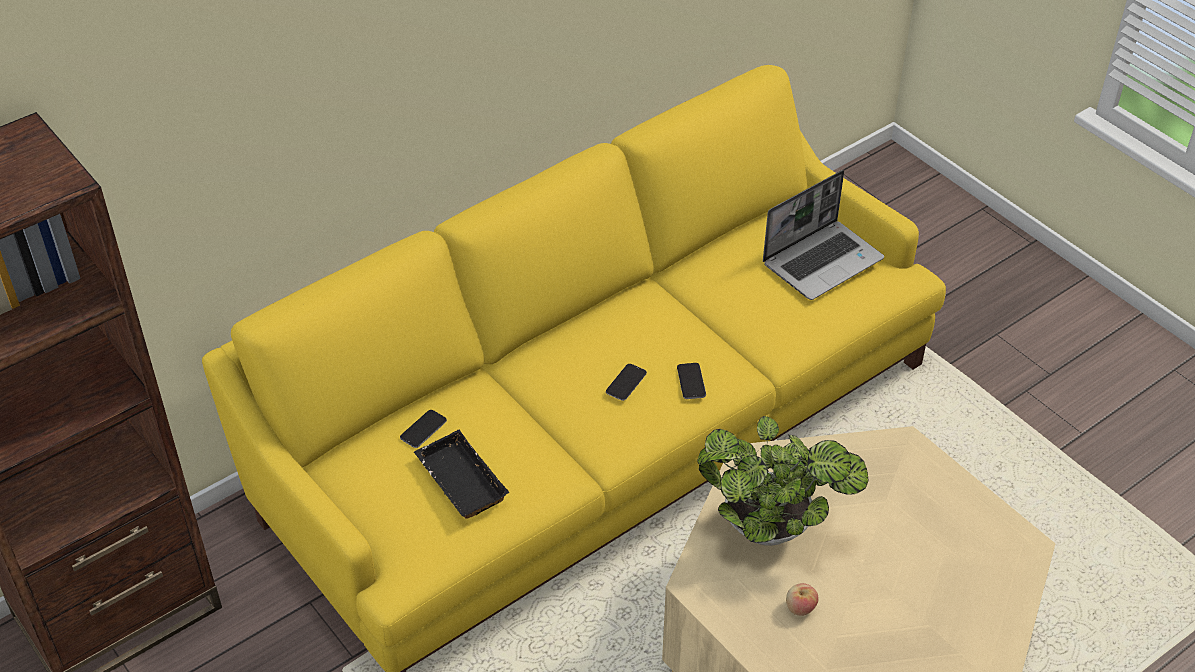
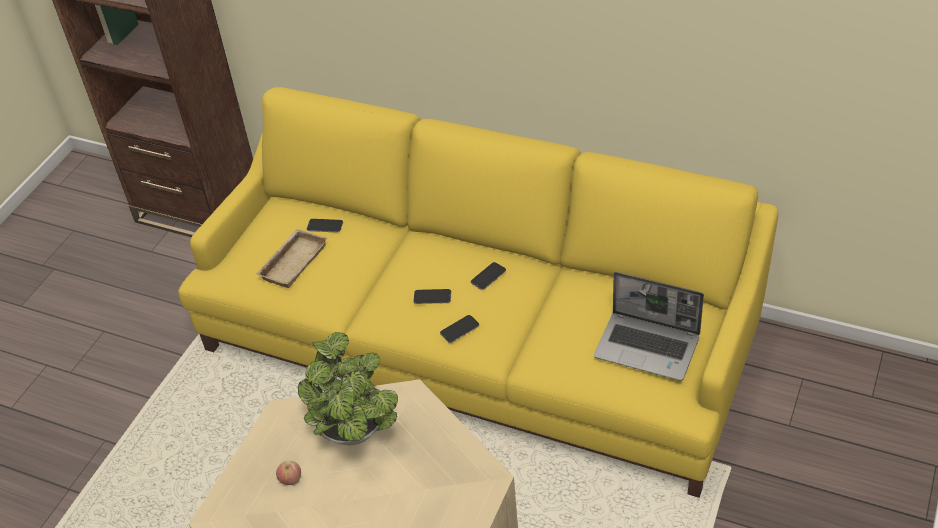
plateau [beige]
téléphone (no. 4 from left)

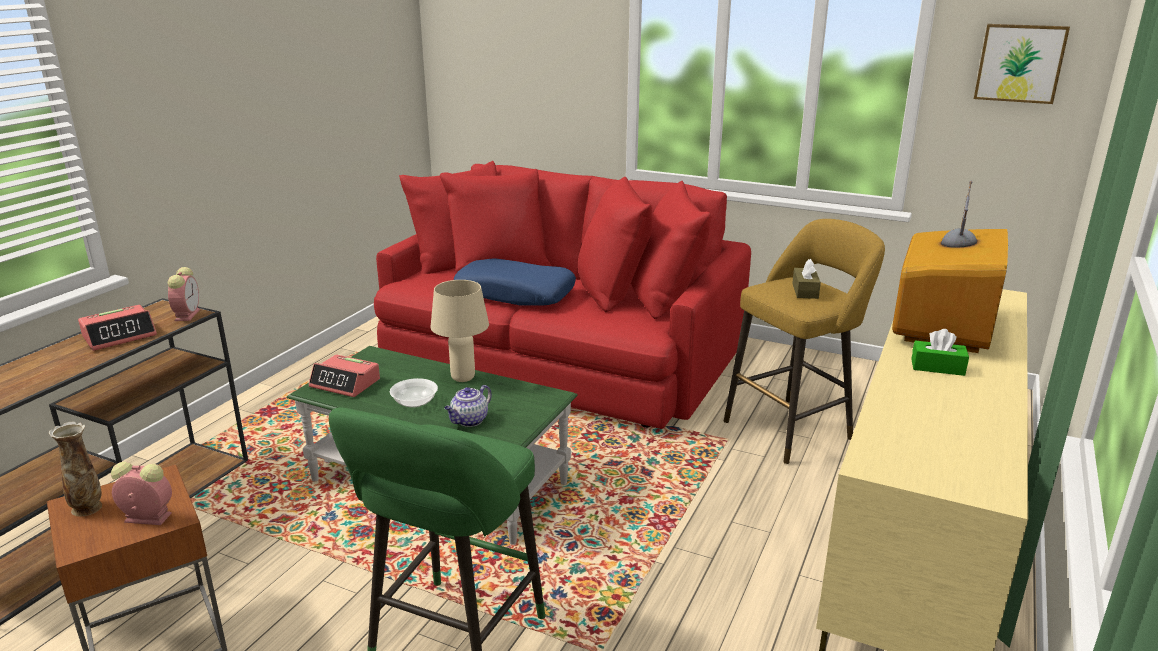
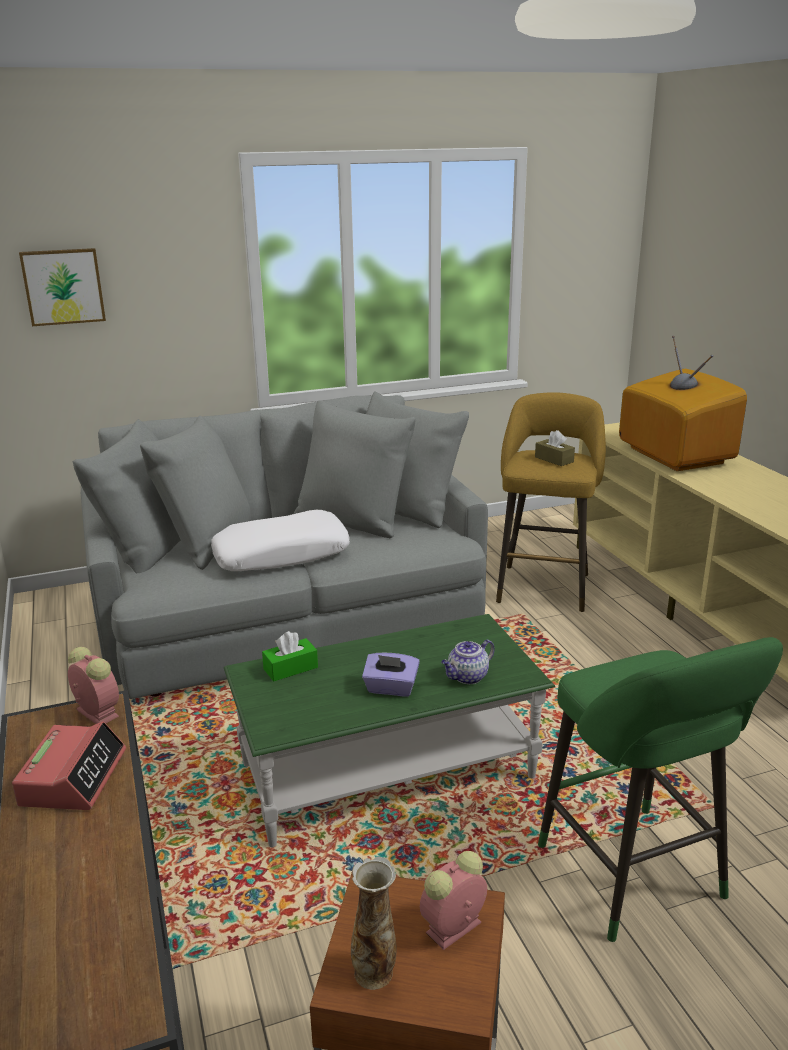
réveil (no. 4 from left in the first image)
canapé [gris]
boîte à mouchoirs [violet]
lampe de table [beige]
théière
coussin [blanc]
boîte à mouchoirs [vert]
tableau

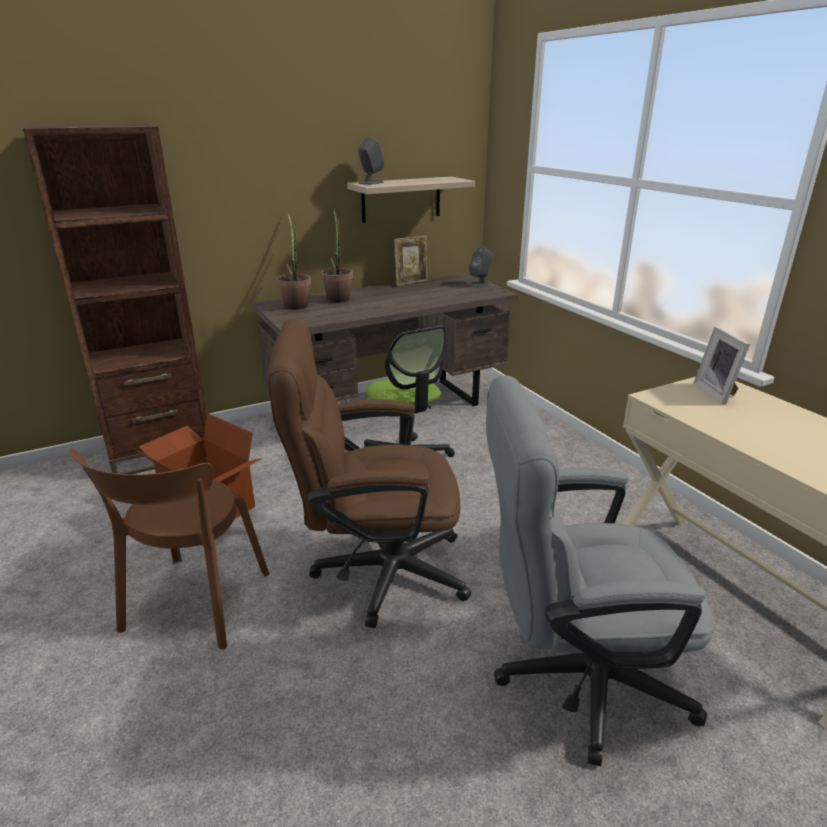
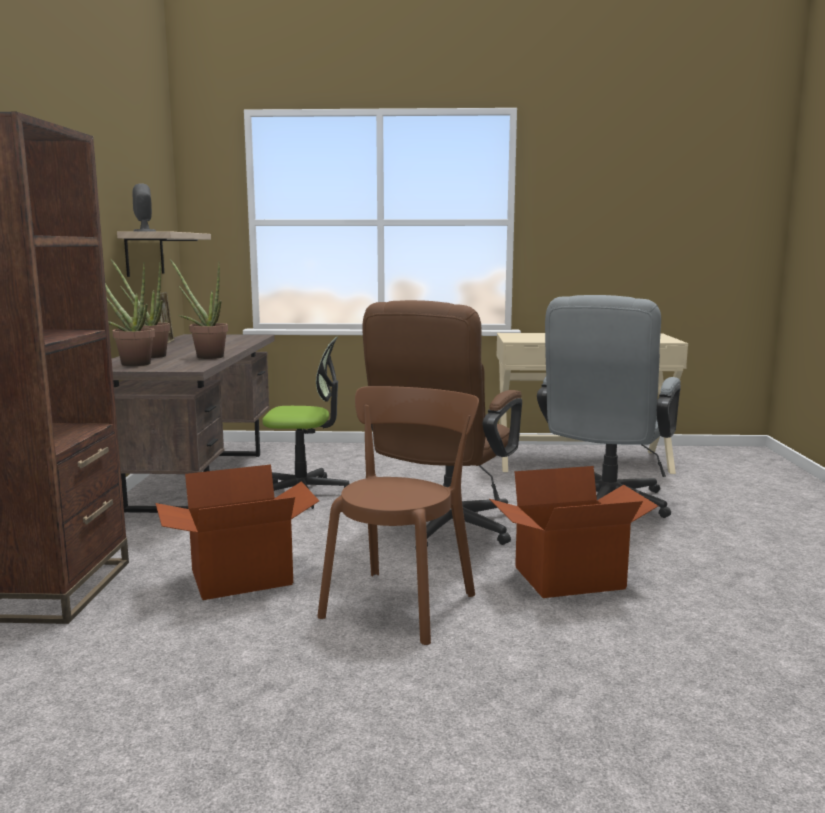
chaise [marron]
enceinte [gris] (no. 2 from left in the first image)
cadre photo (no. 2 from left in the first image)
plante en pot (no. 3 from left)
carton (no. 2 from left)

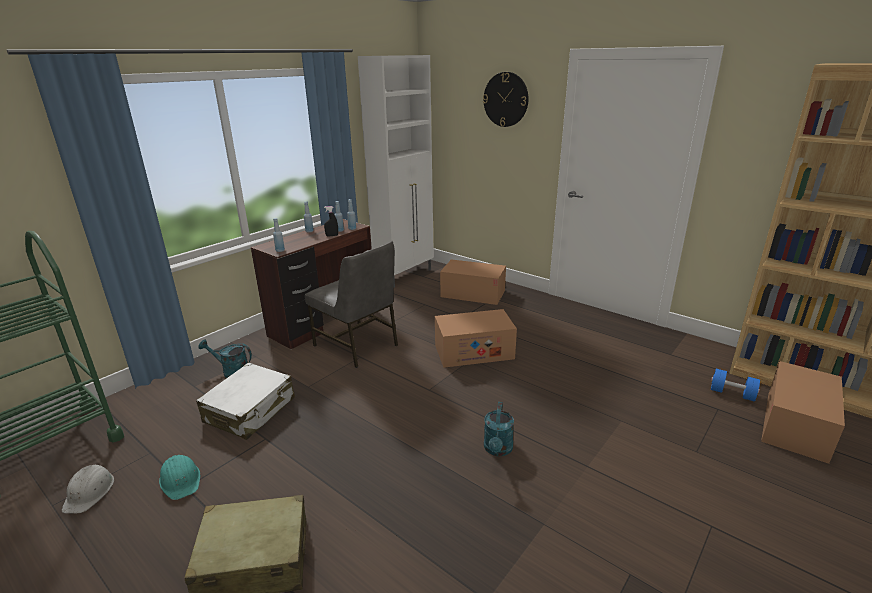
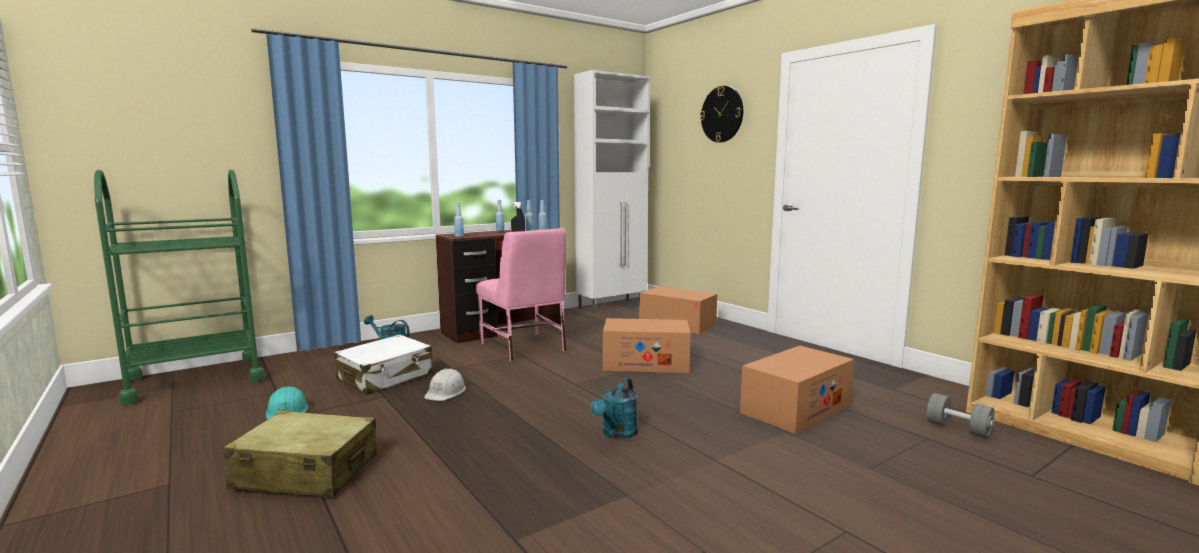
casque de chantier [blanc]
chaise [rose]
haltère [gris]
carton (no. 3 from left)

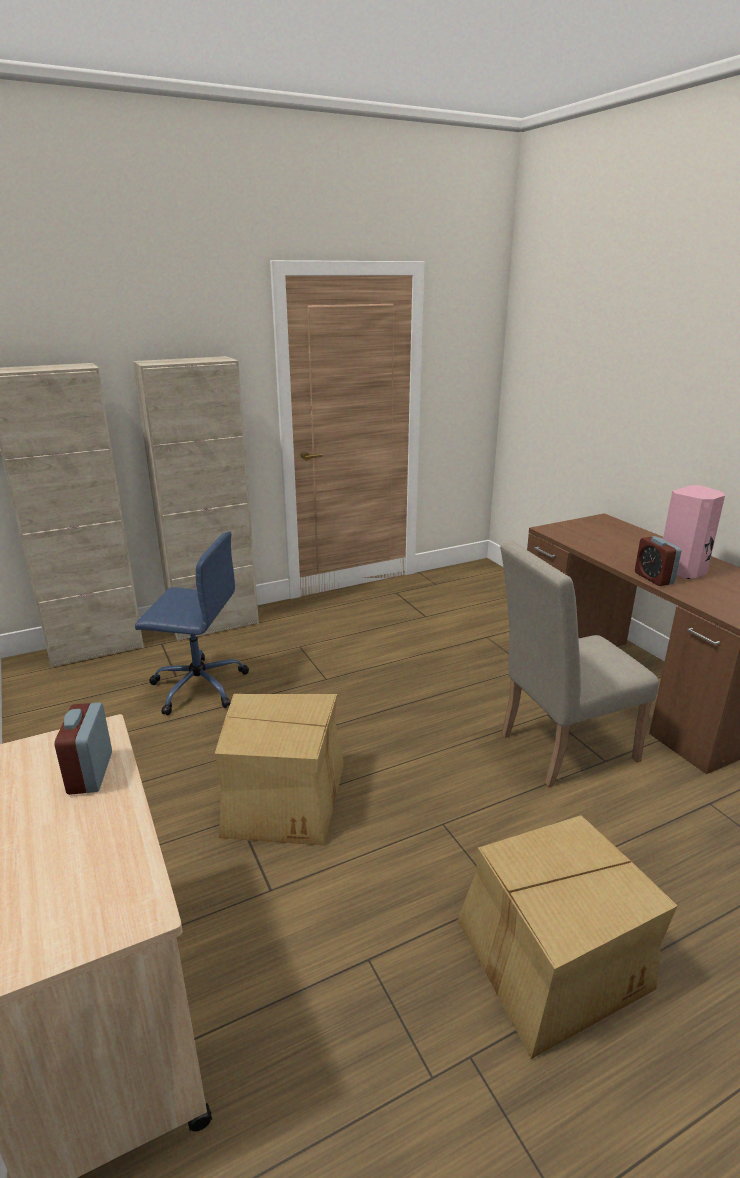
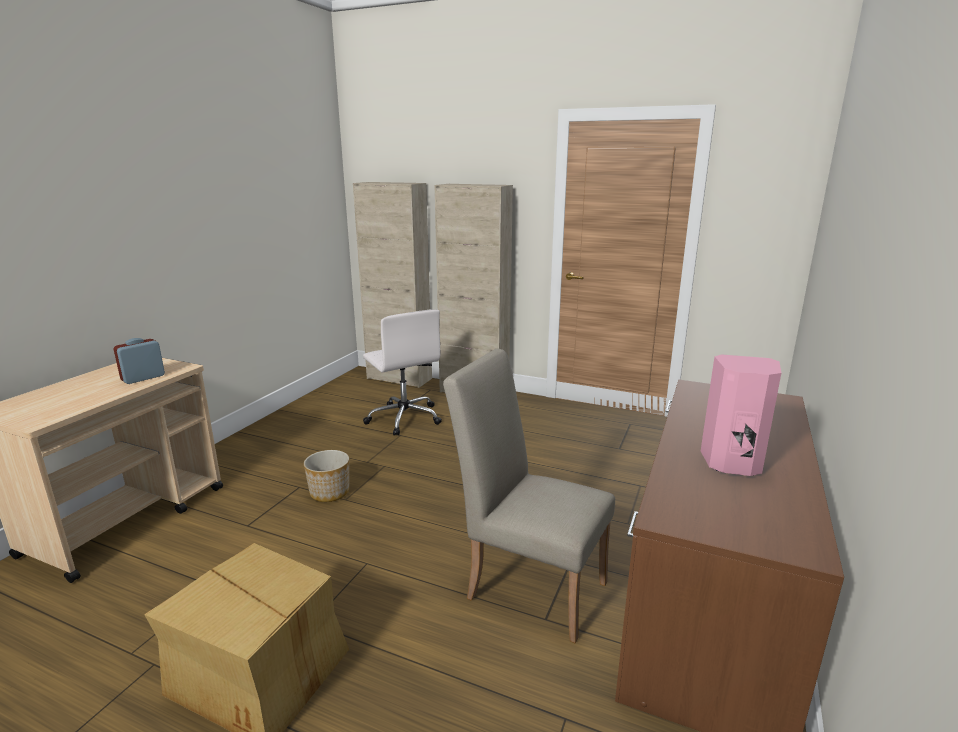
chaise de bureau [blanc]
cache-pot
réveil (no. 2 from left in the first image)

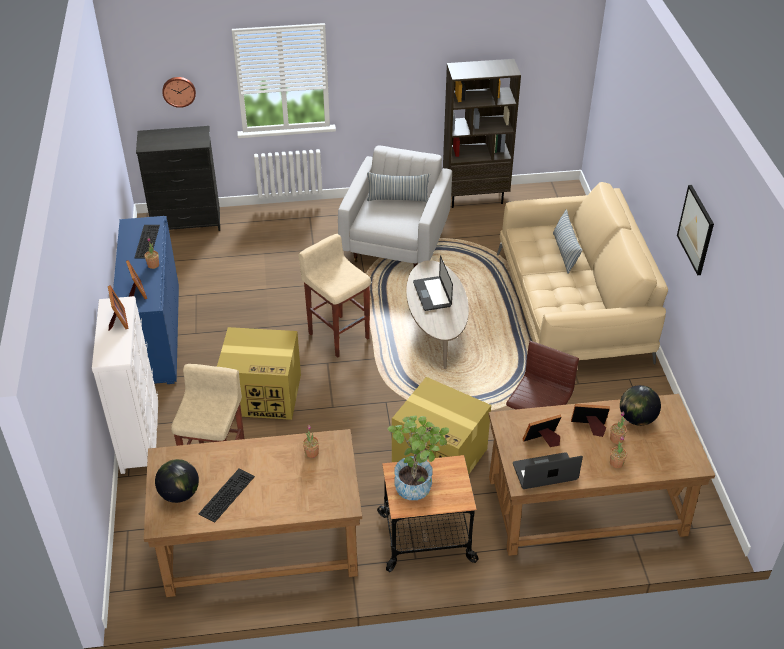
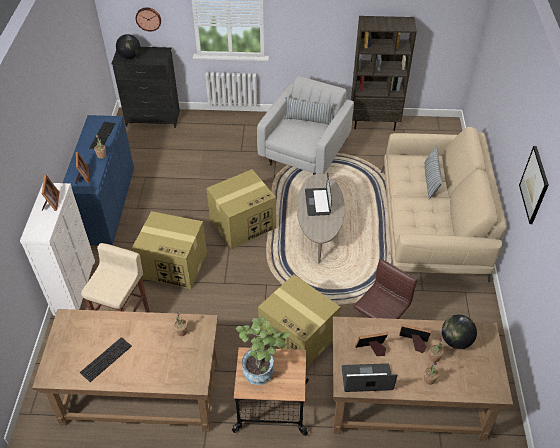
globe (no. 1 from left)
carton (no. 2 from left)

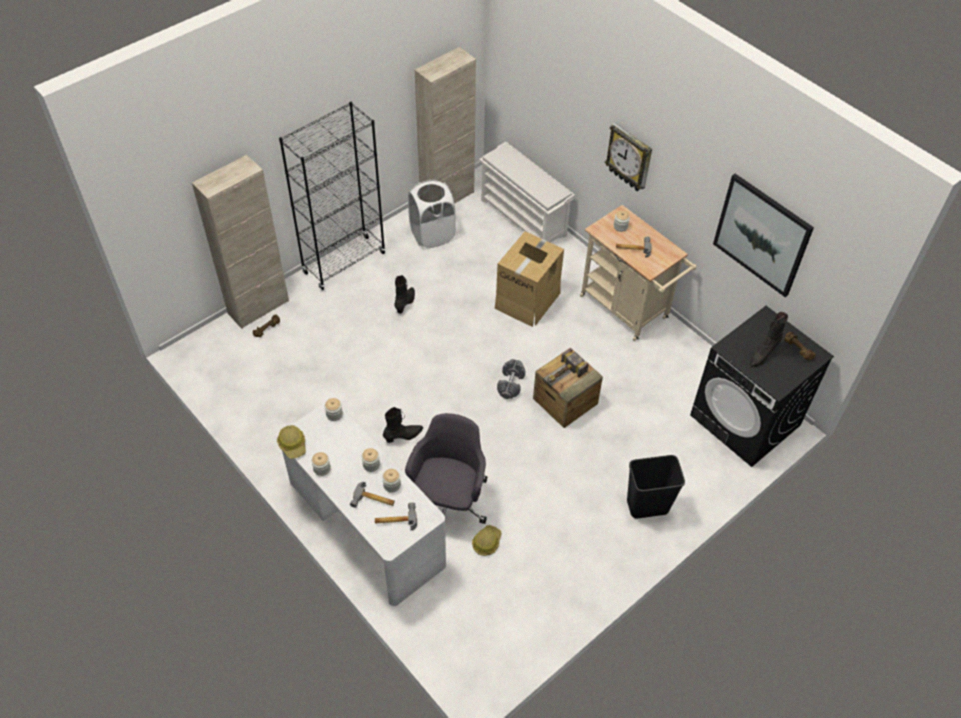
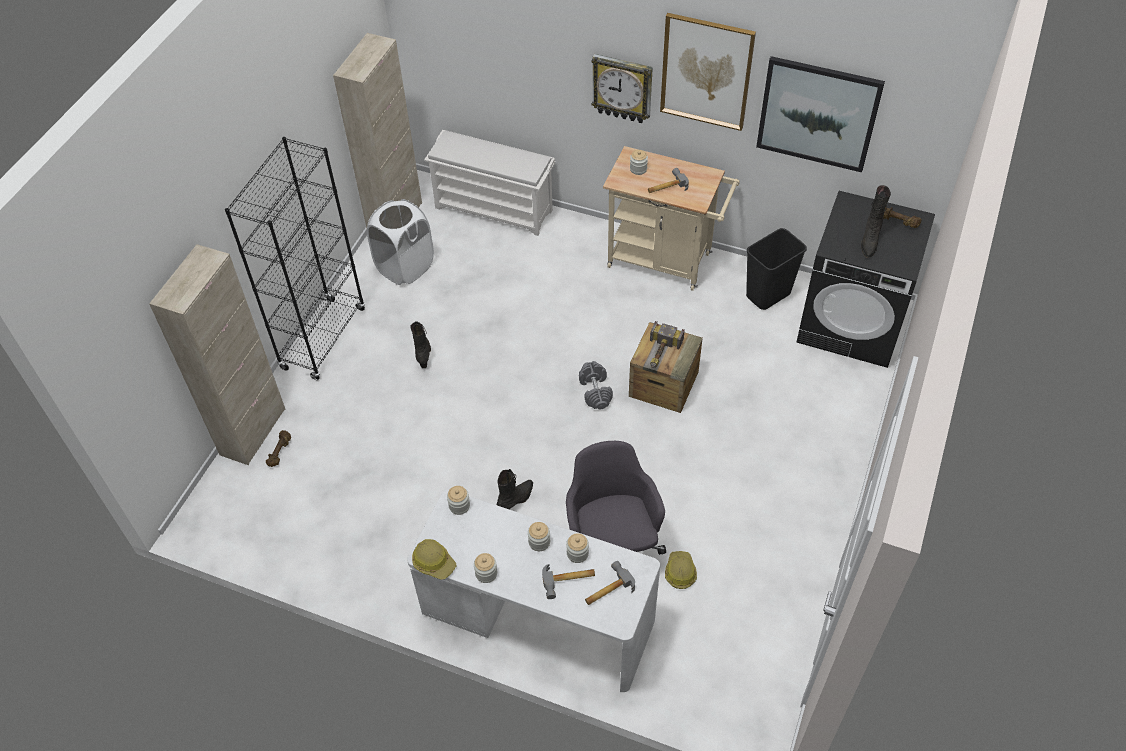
carton
poubelle [noir]
tableau (no. 1 from left)

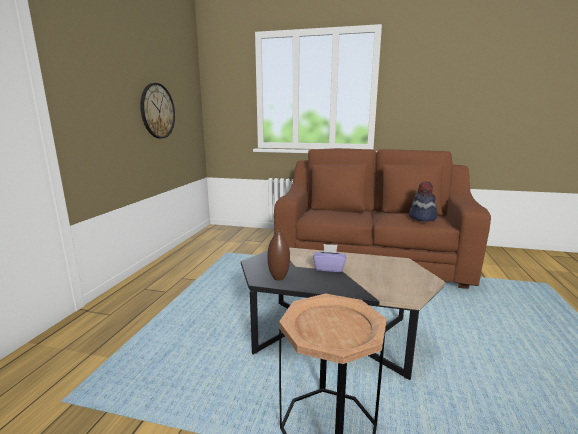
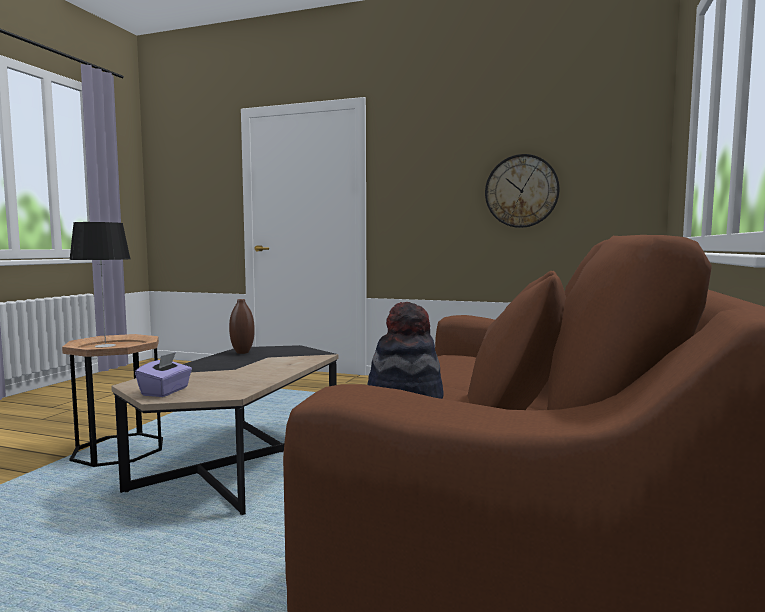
boîte à mouchoirs [violet]
lampe de table

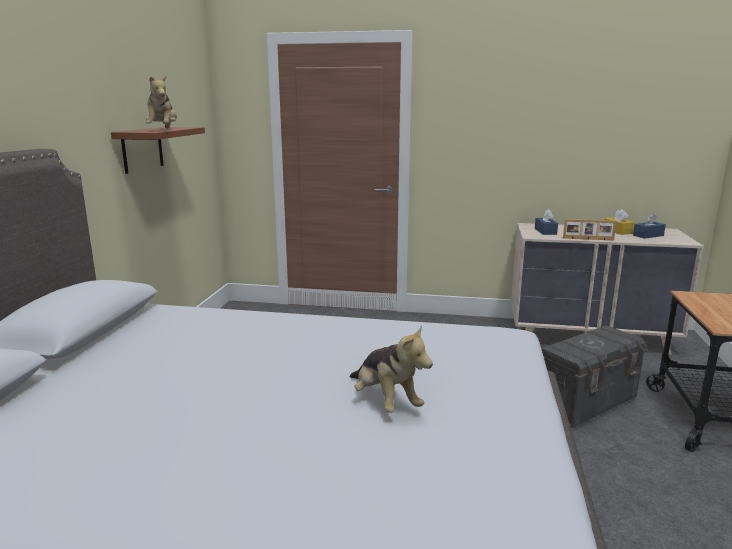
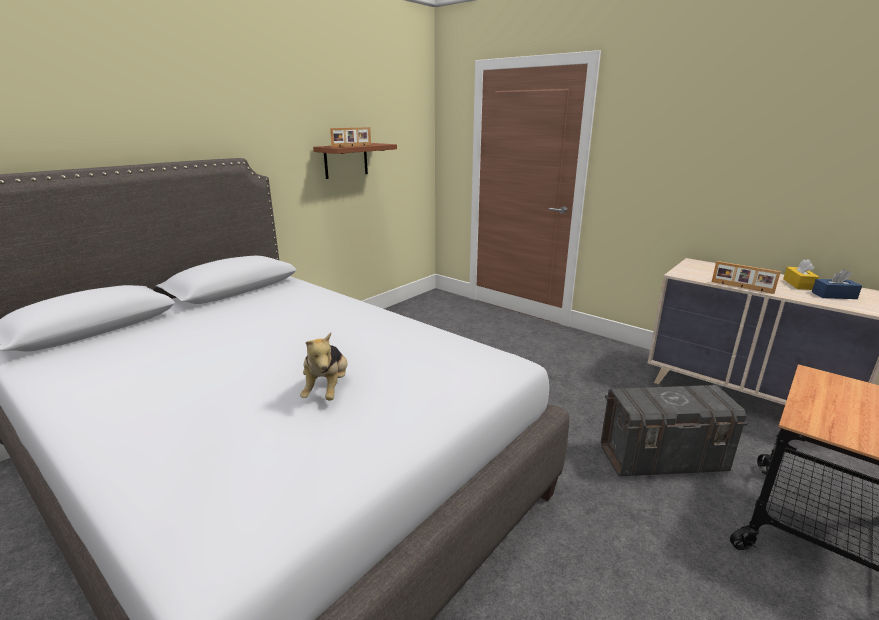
cadre photo (no. 1 from left)
boîte à mouchoirs [bleu] (no. 1 from left in the first image)

